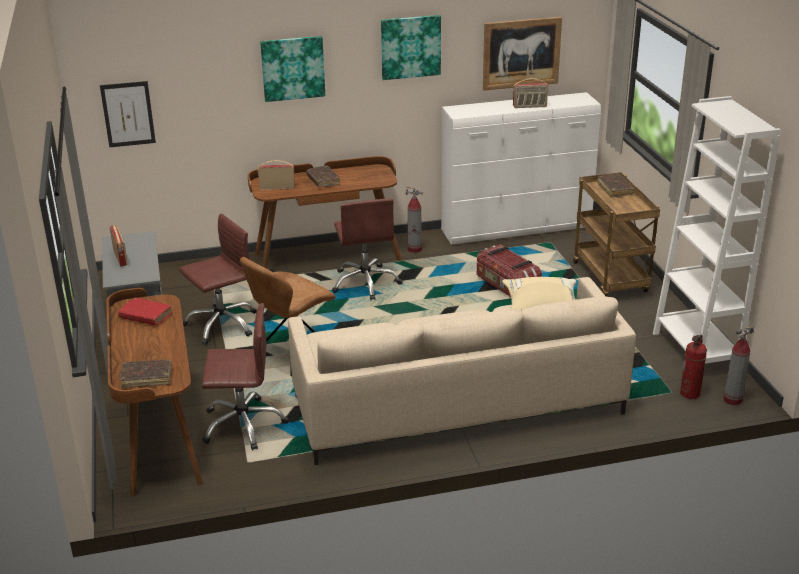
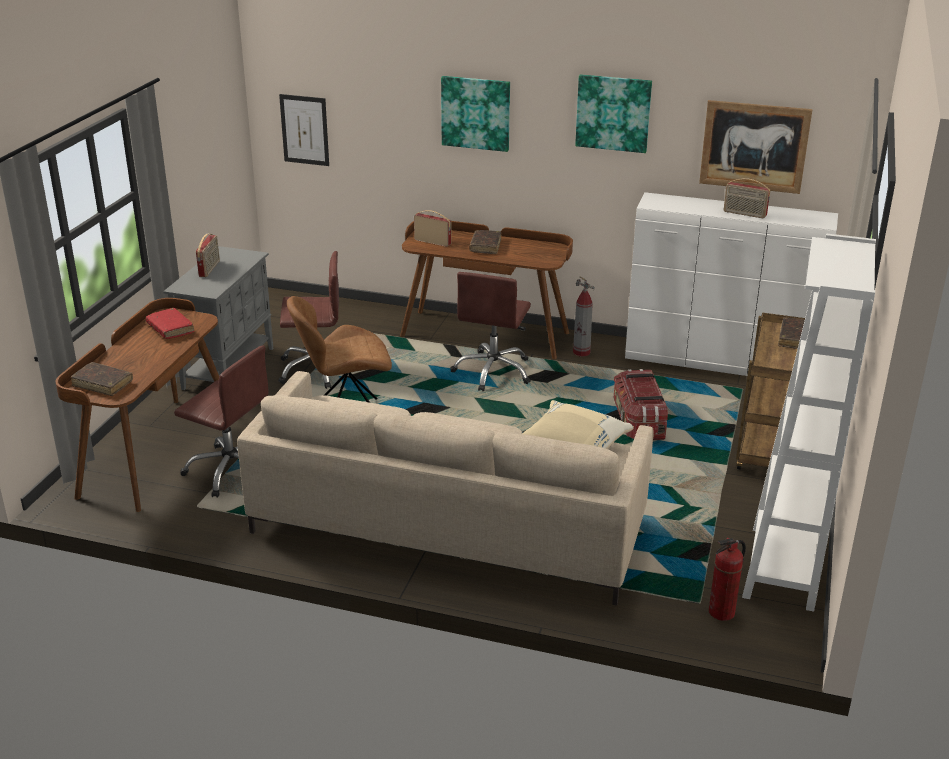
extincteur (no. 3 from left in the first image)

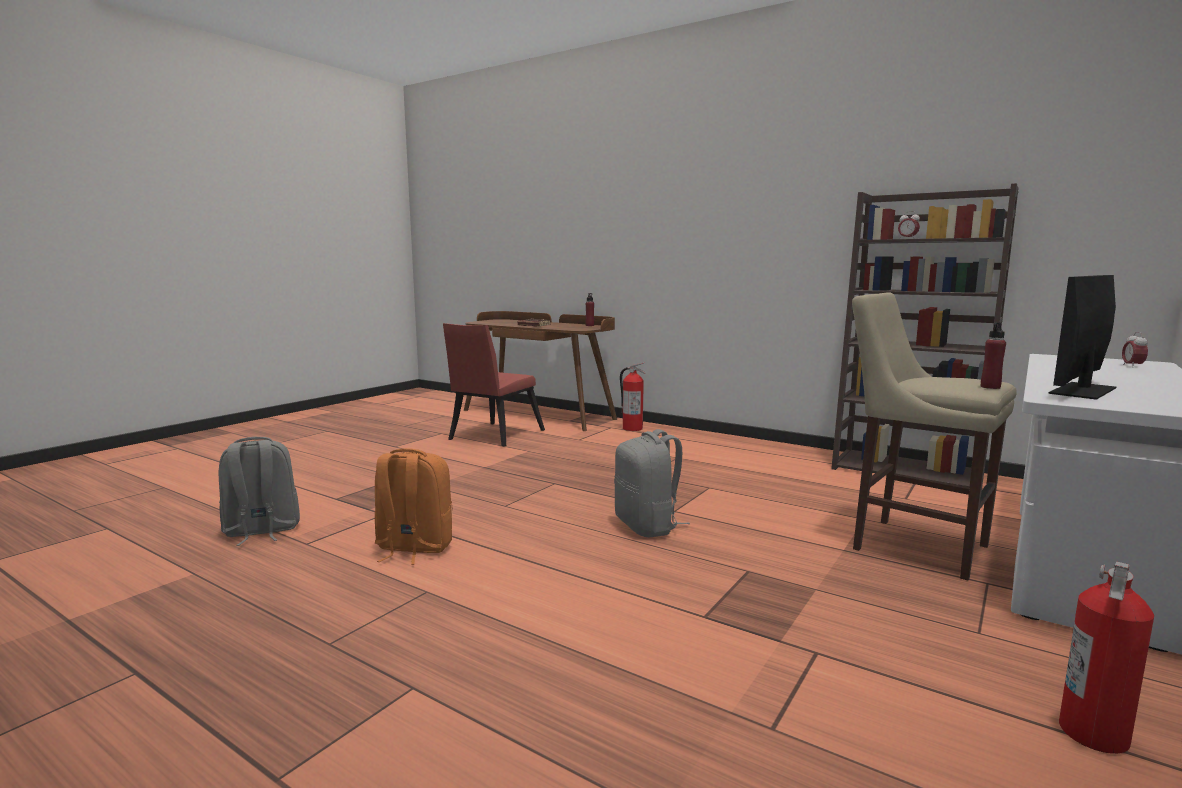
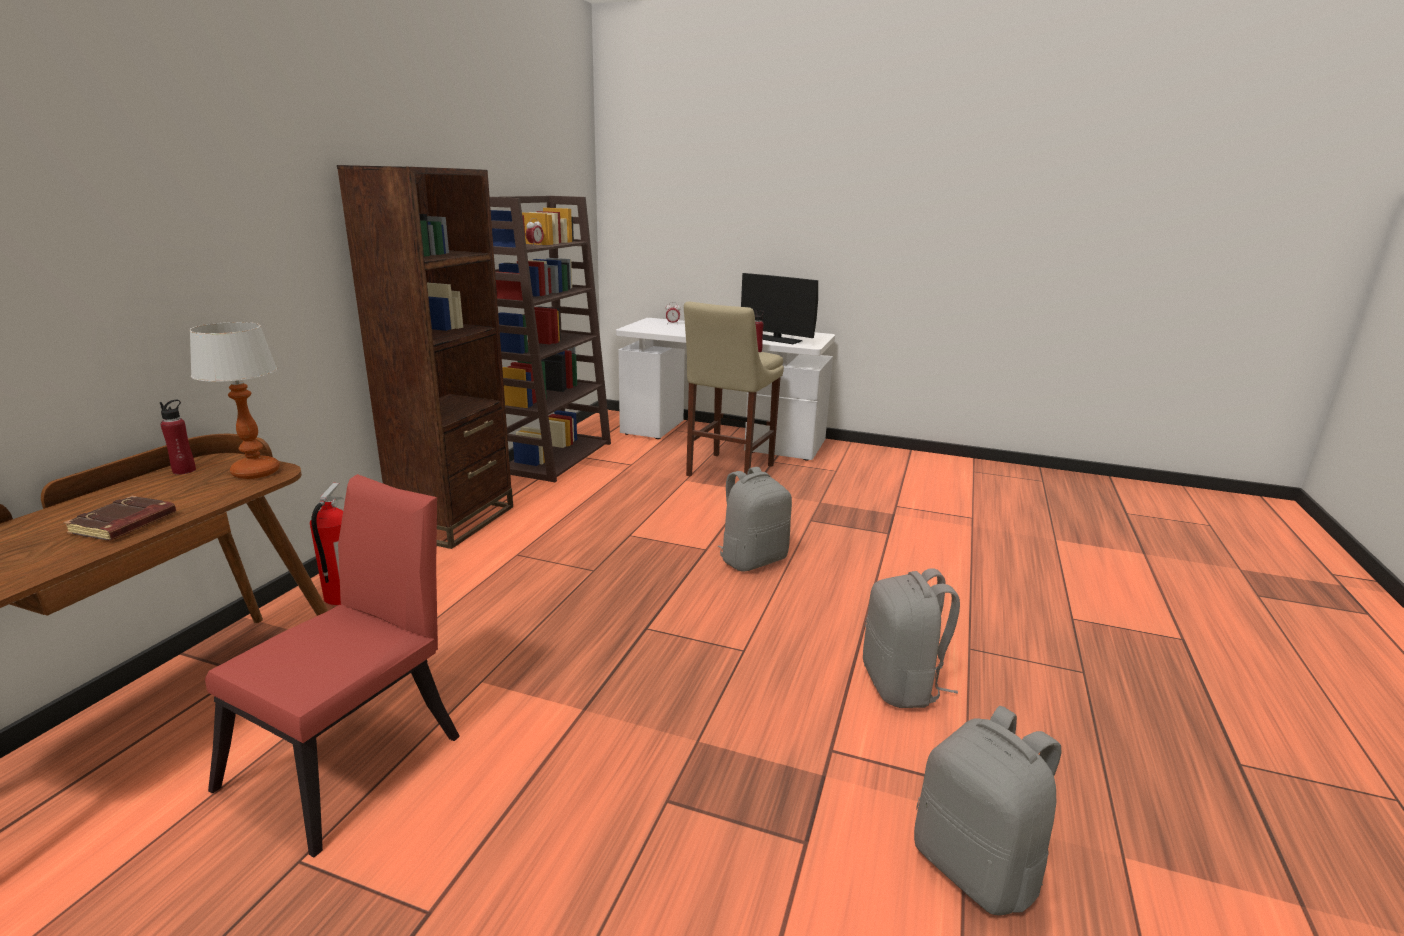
sac à dos [gris] (no. 2 from left)
chaise [rouge]
extincteur (no. 2 from left in the first image)
lampe de table
bibliothèque [marron] (no. 1 from left)

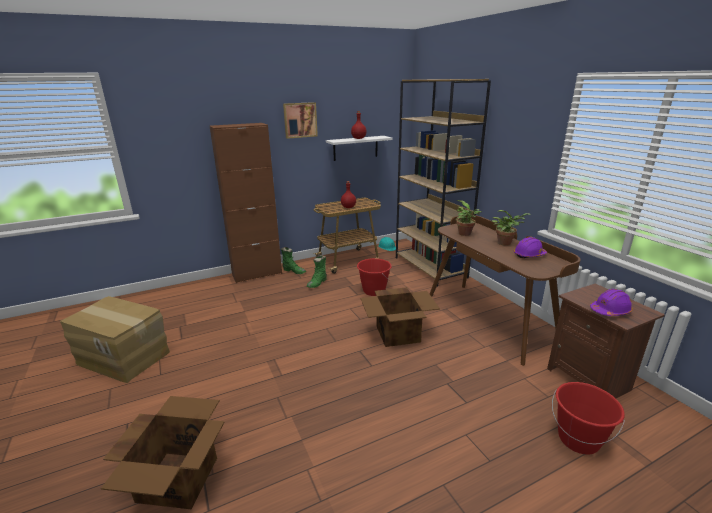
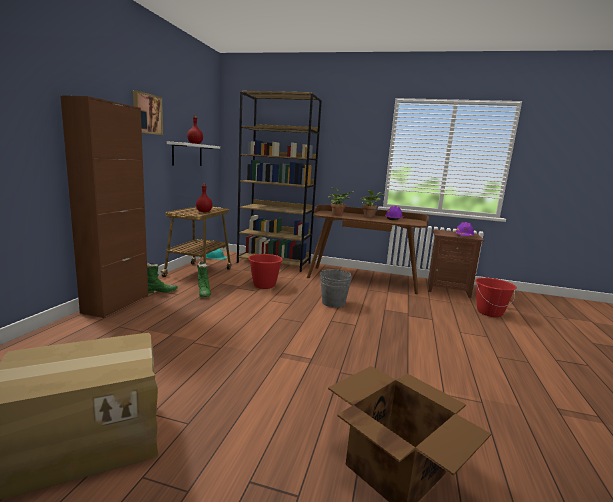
seau [gris]

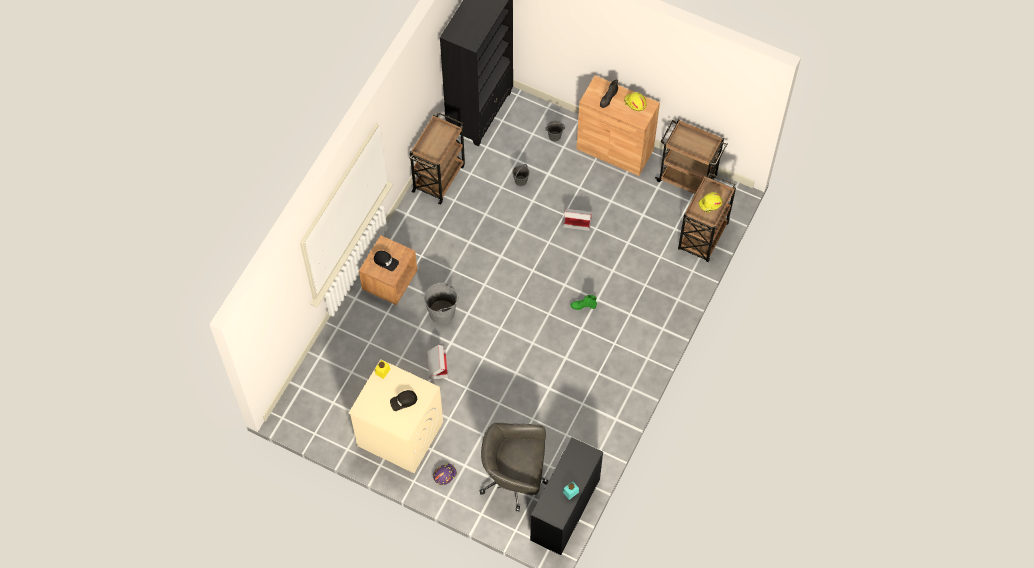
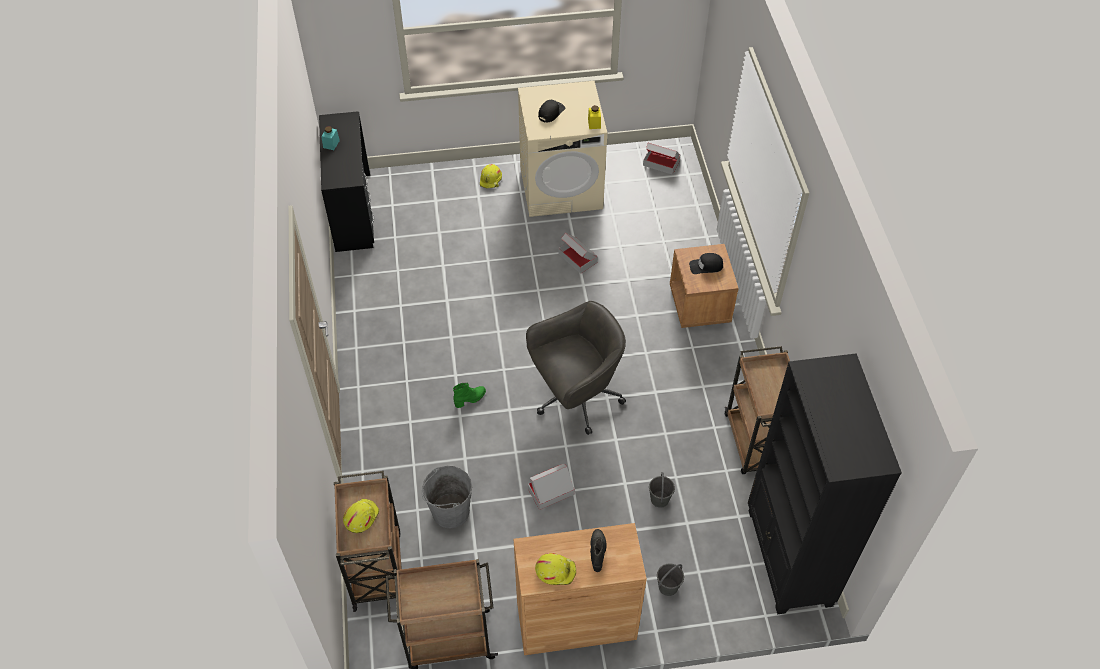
seau [gris] (no. 1 from left)
casque de chantier [jaune] (no. 2 from left)
chaise de bureau [gris]
carton (no. 3 from left)

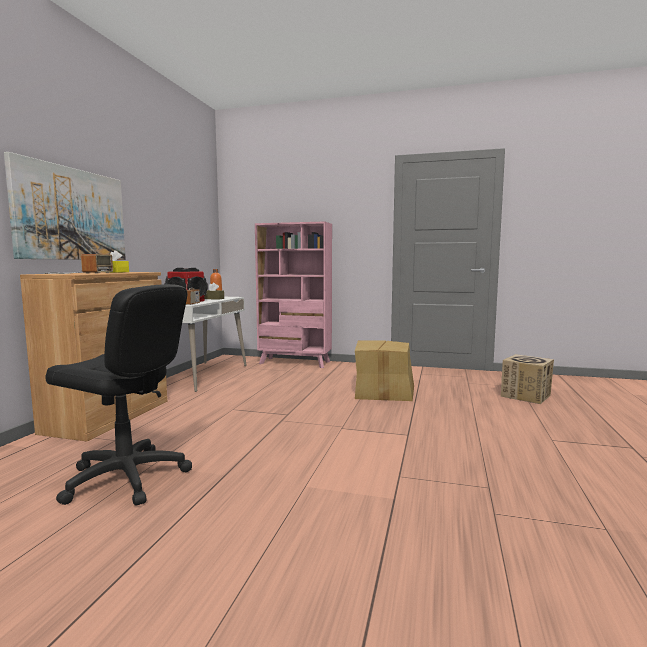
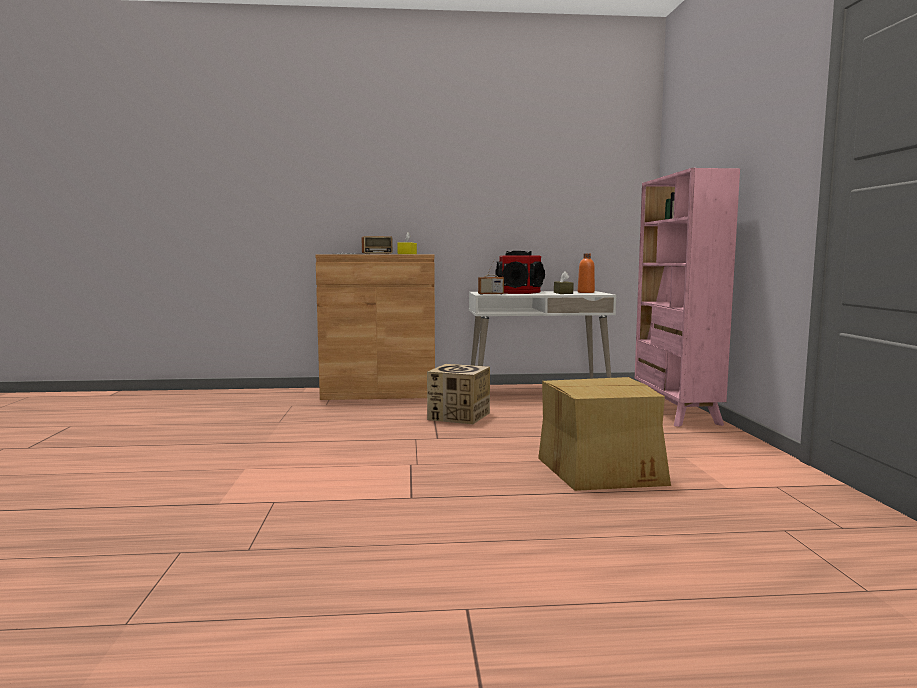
tableau
chaise de bureau [noir]
carton (no. 1 from left)

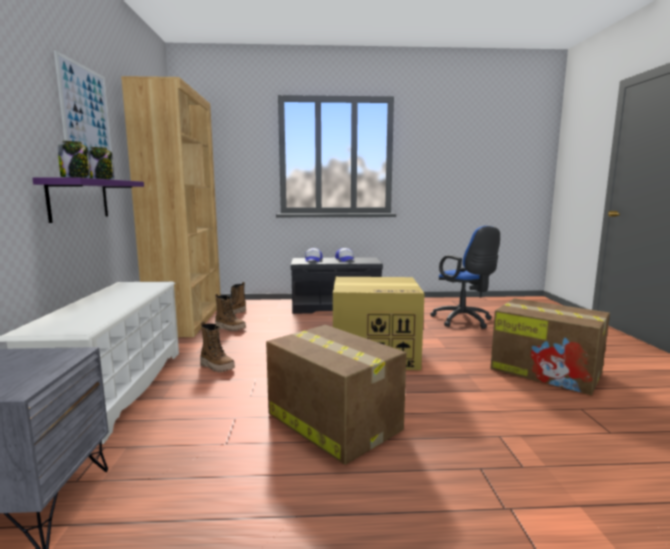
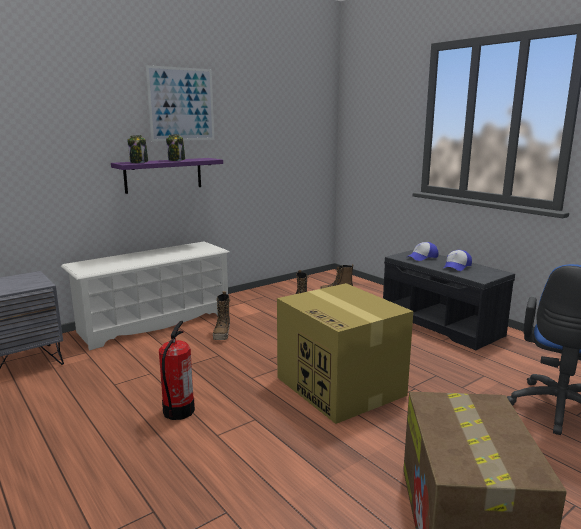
bibliothèque [marron]
extincteur

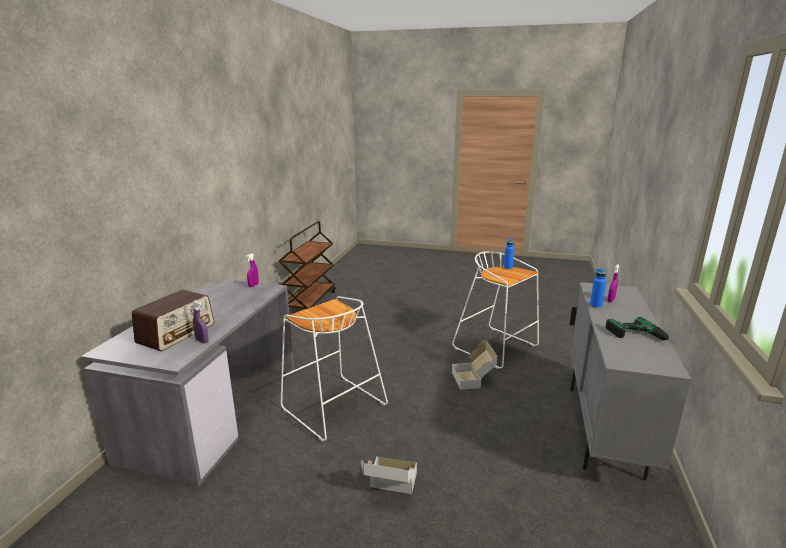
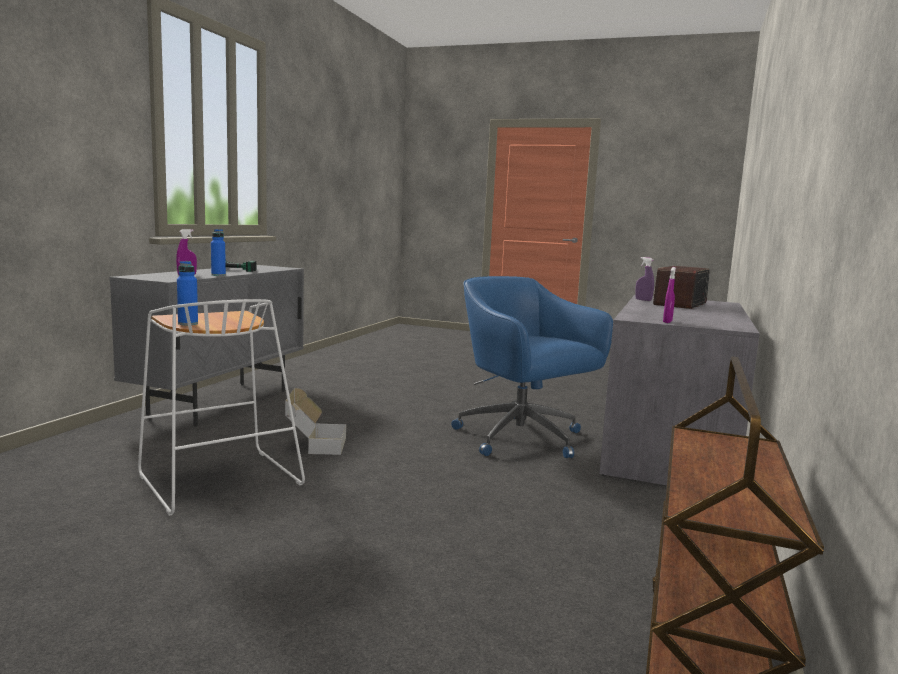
chaise de bureau [bleu]
carton (no. 1 from left in the first image)

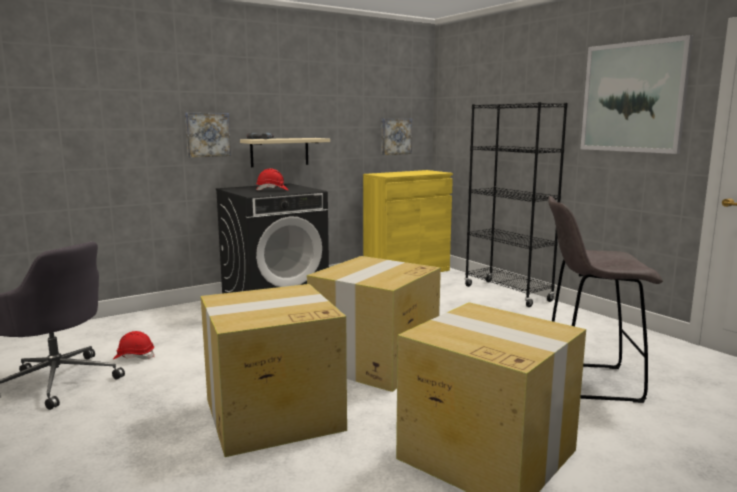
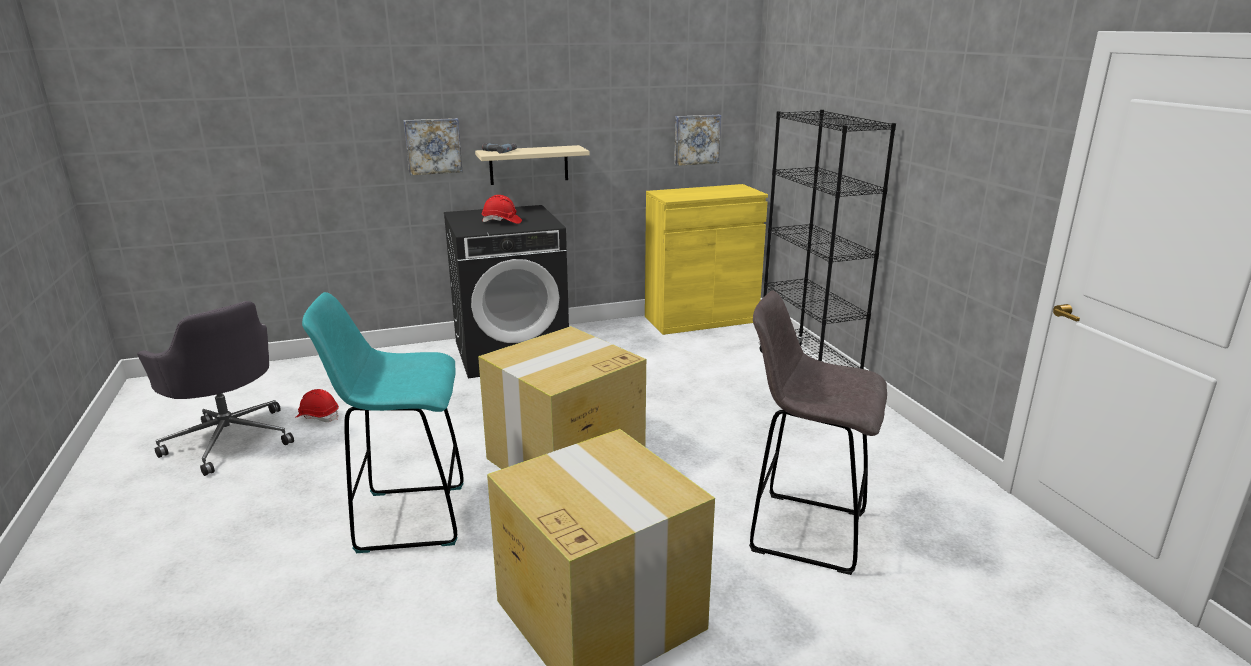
tabouret [turquoise]
tableau (no. 3 from left in the first image)

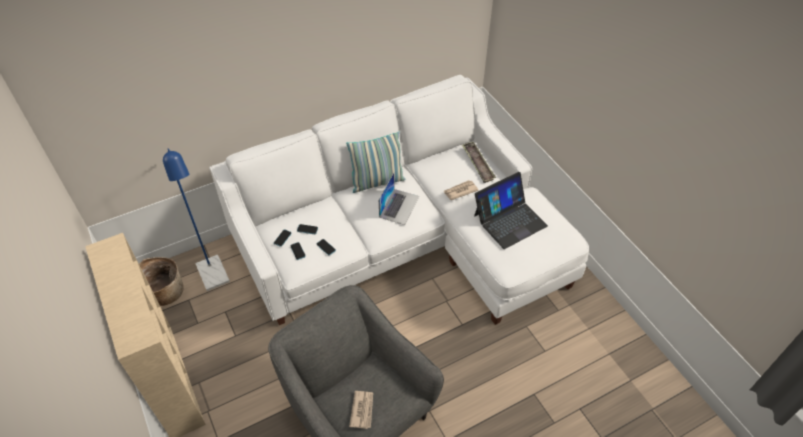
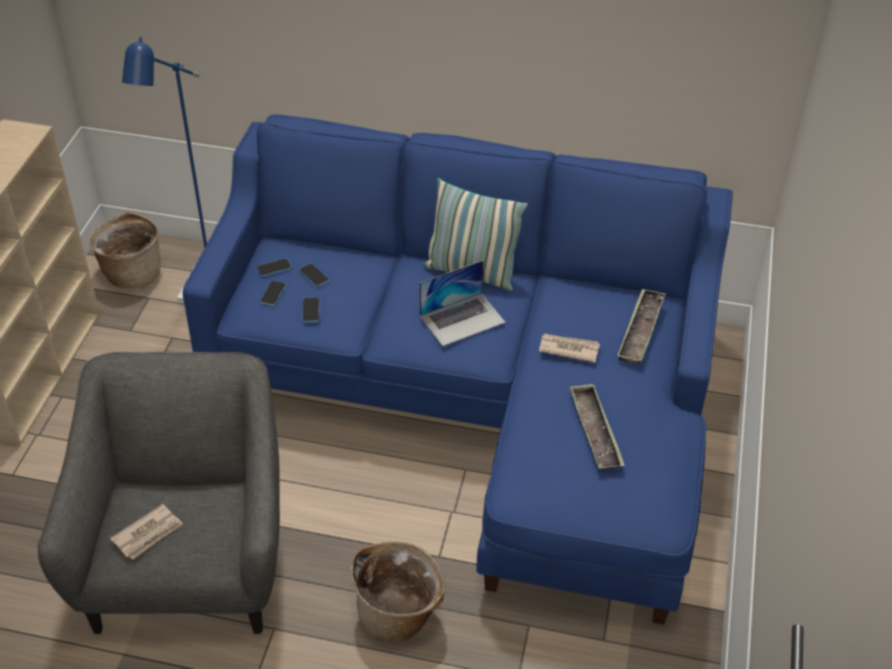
canapé [bleu]
plateau (no. 1 from left)
panier (no. 2 from left)

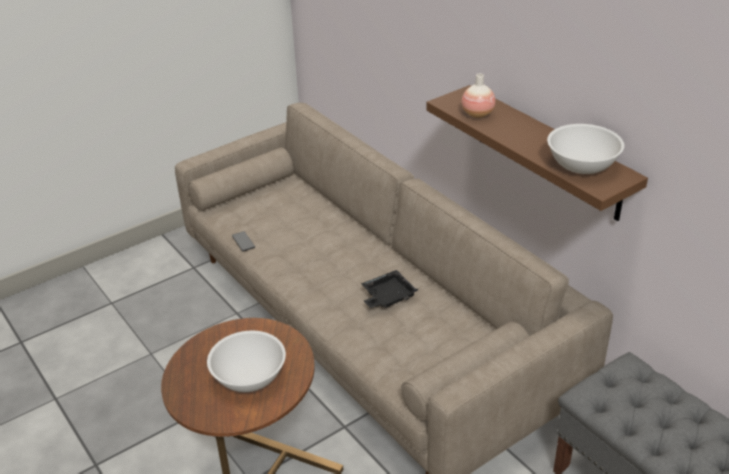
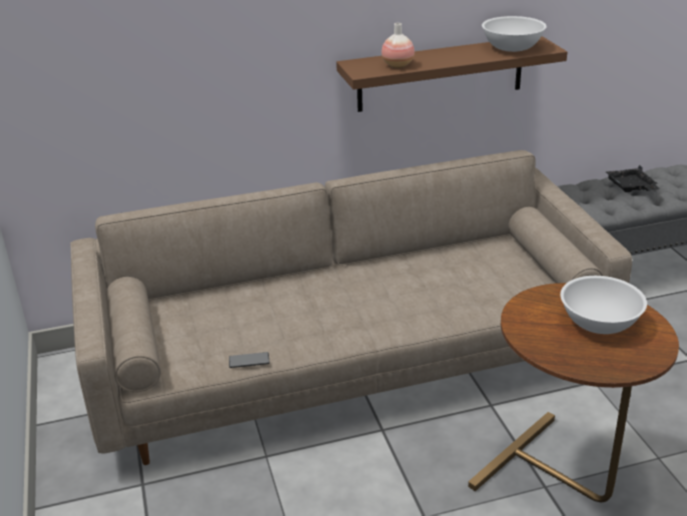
plateau [noir]

